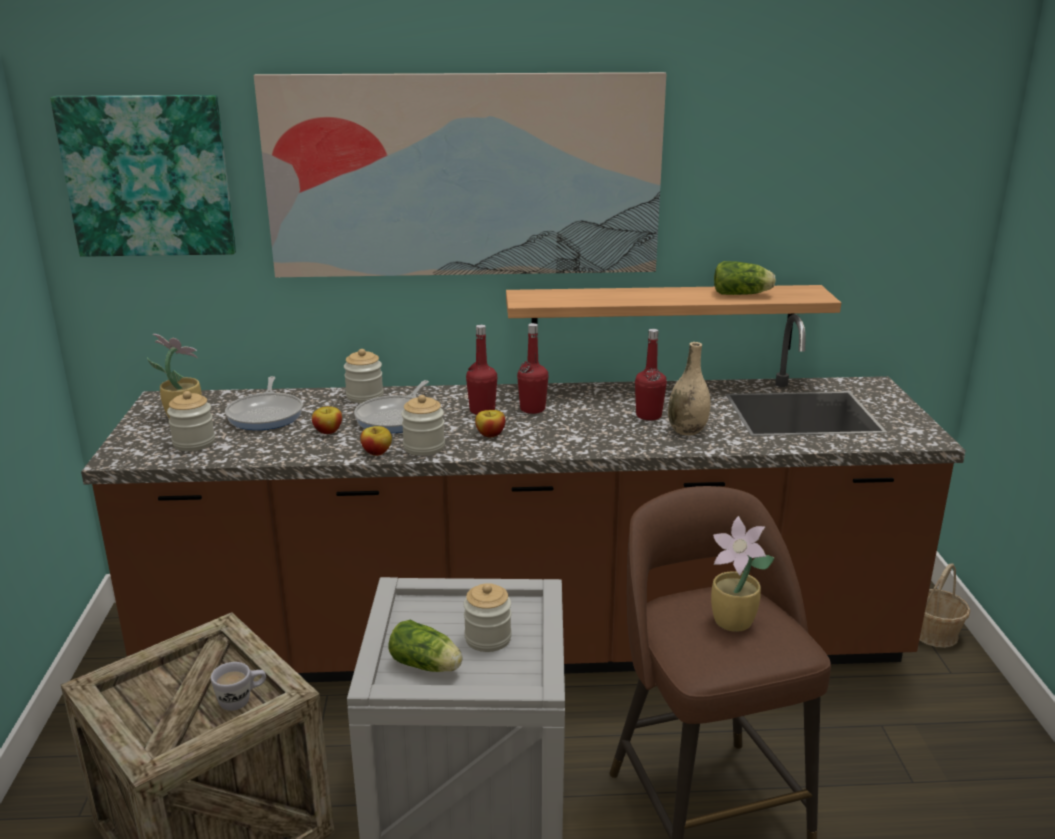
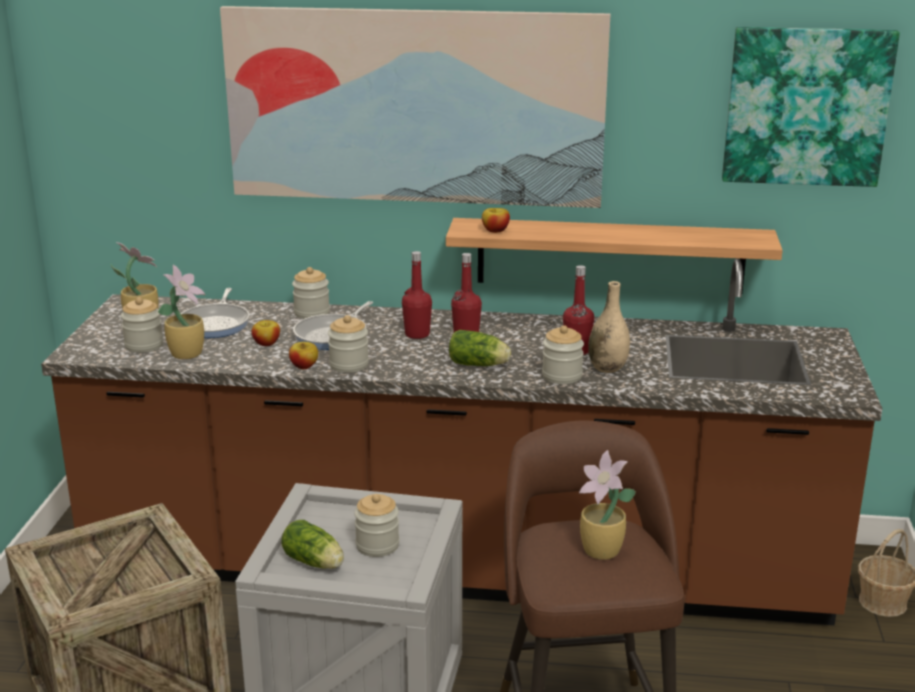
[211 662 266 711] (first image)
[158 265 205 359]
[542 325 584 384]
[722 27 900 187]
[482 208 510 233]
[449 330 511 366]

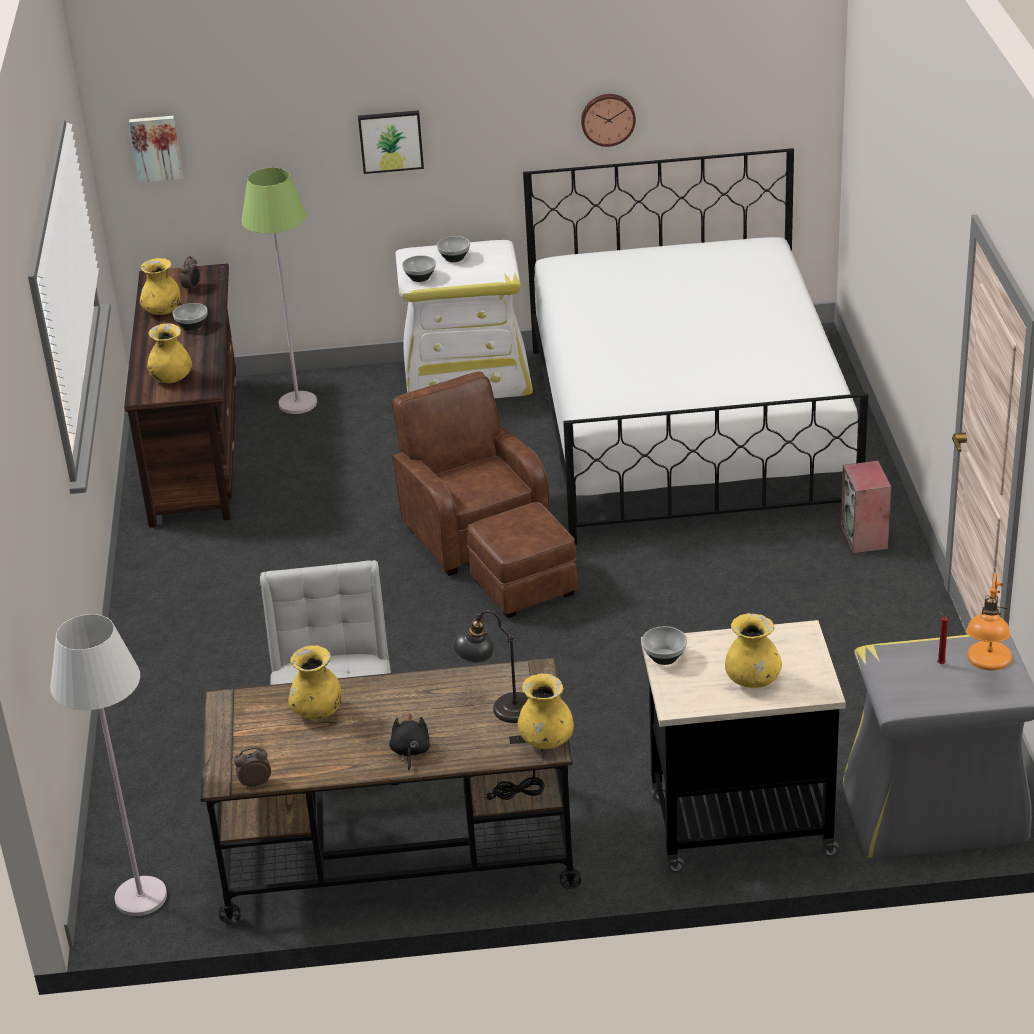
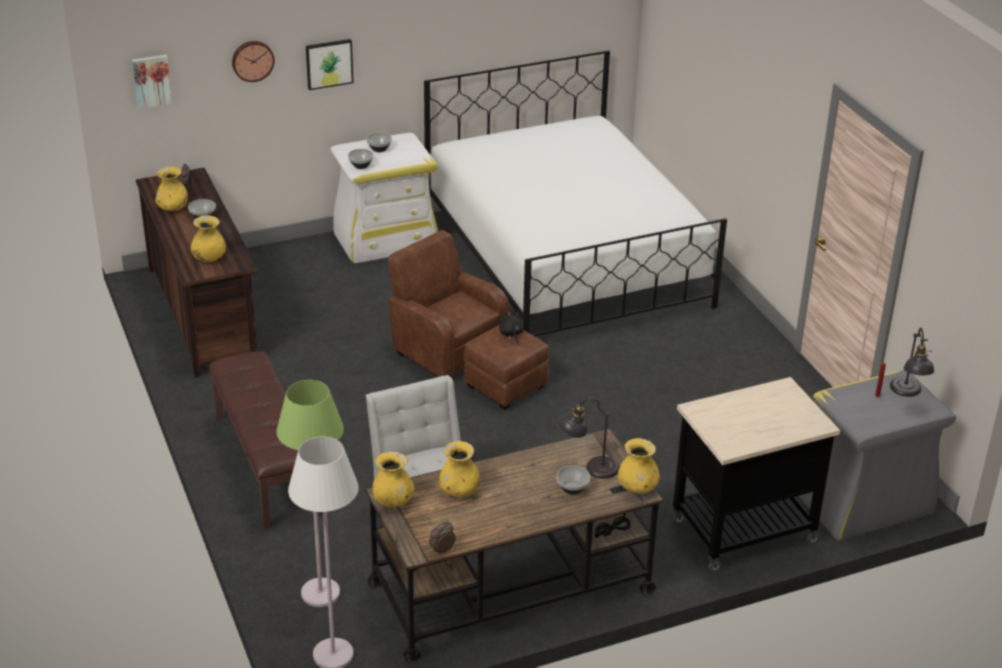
[840 461 891 553] (first image)
[209 351 321 529]
[277 380 344 607]
[499 311 524 344]
[232 41 275 82]
[556 466 590 495]
[372 452 414 507]
[890 327 934 397]

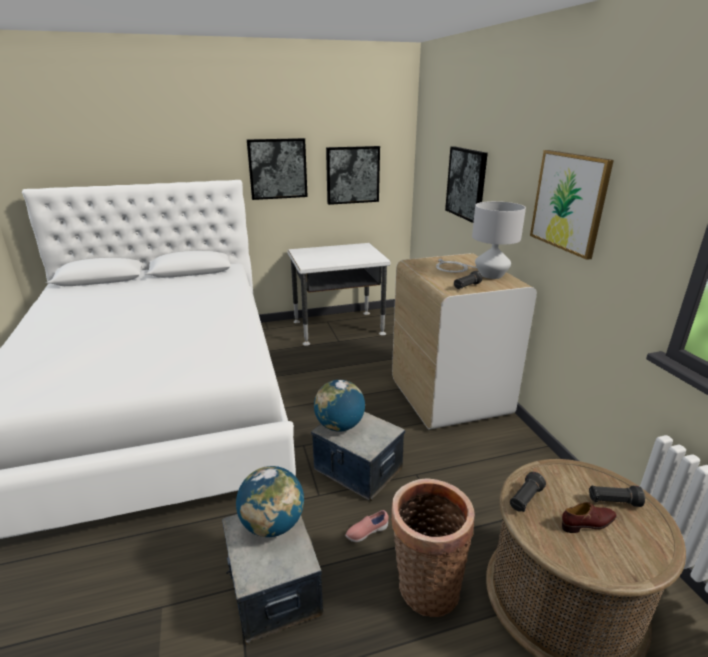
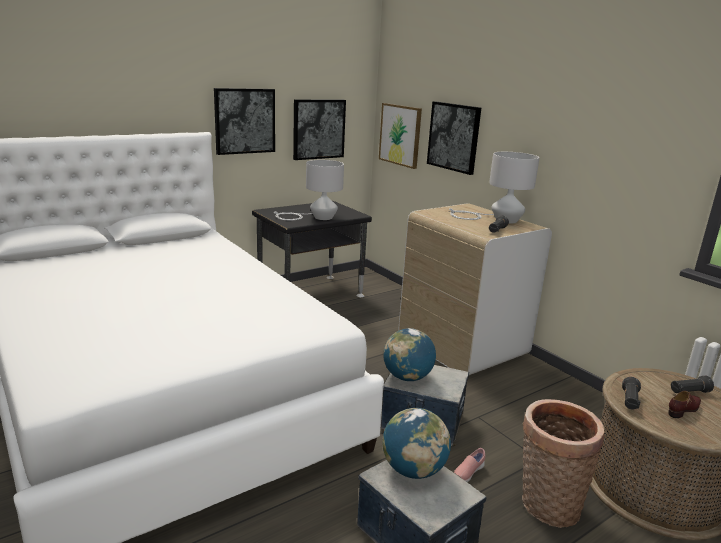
[274 160 344 220]
[379 103 422 169]
[252 201 372 297]

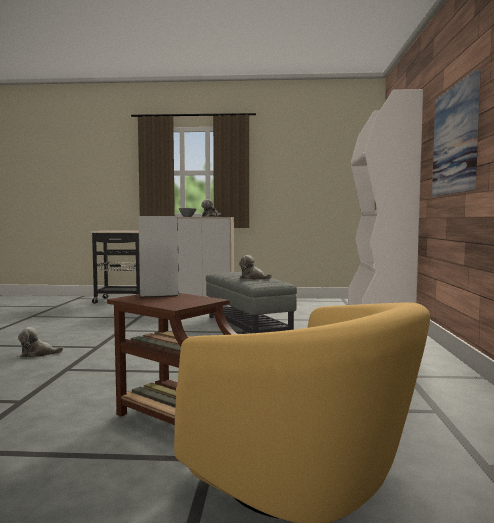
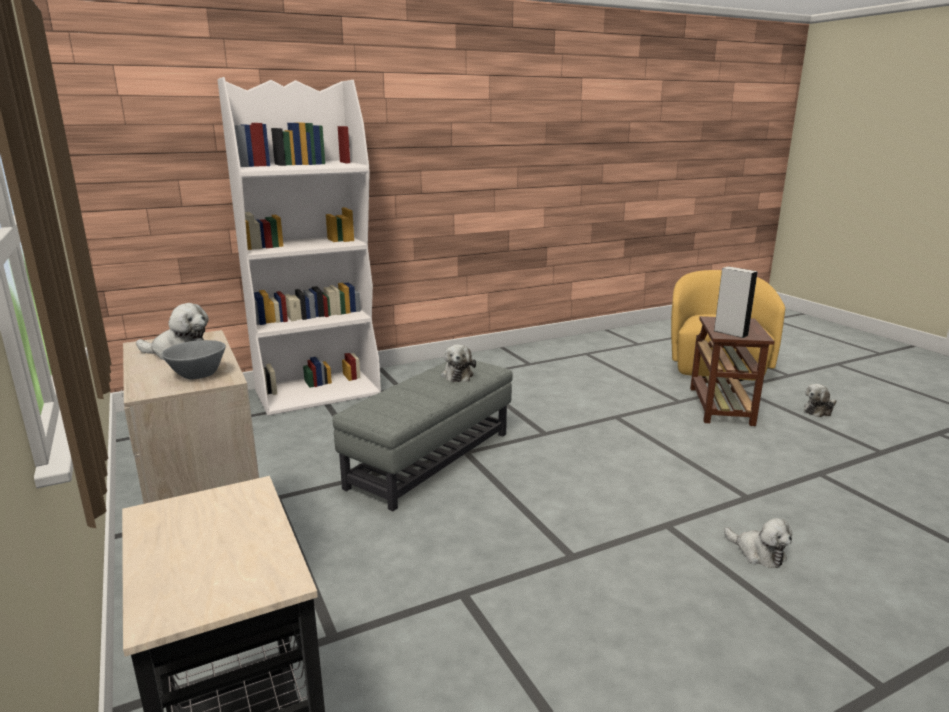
[432 70 481 196] (first image)
[804 384 837 417]

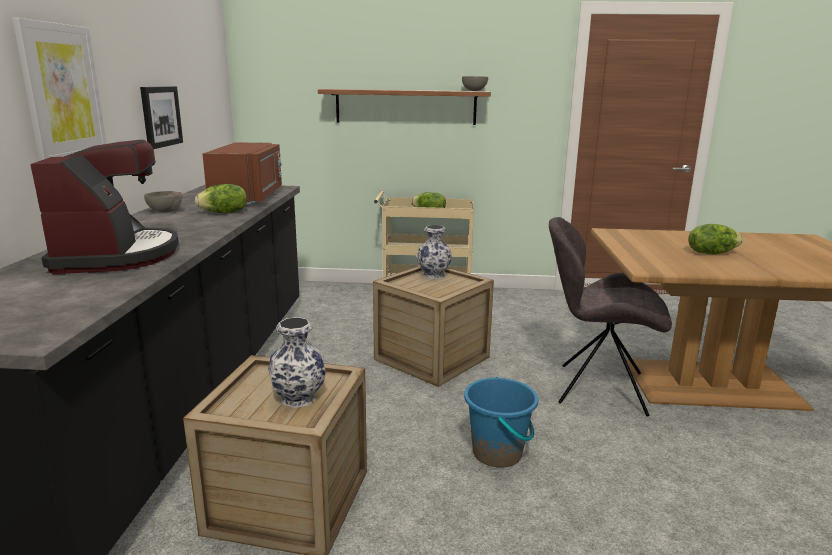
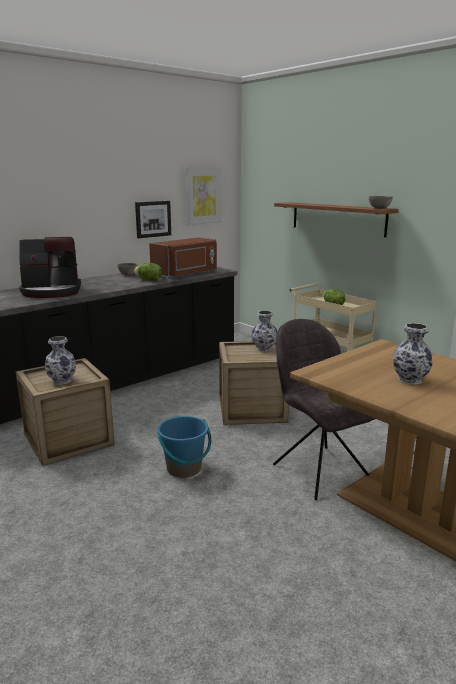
[185 167 222 225]
[393 323 433 385]
[19 237 81 298]

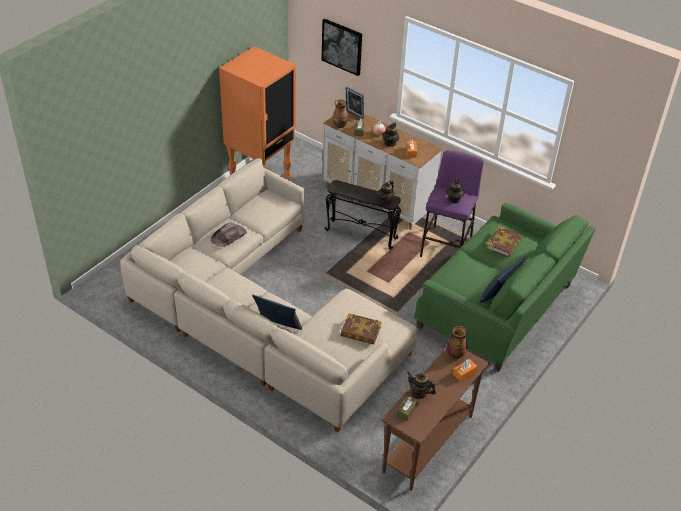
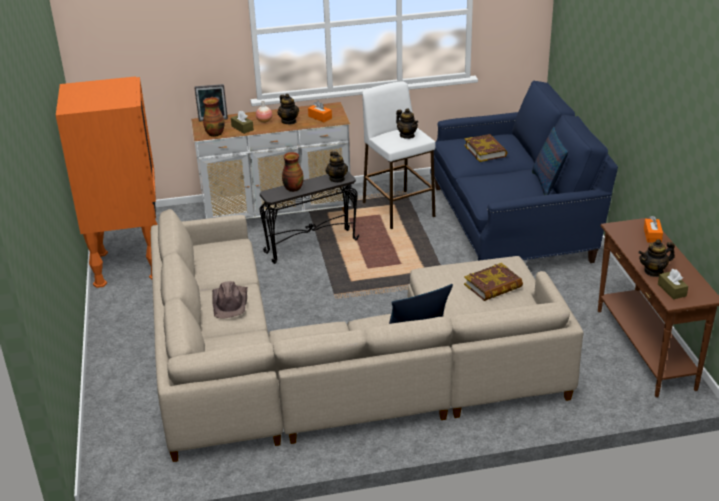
[322 18 362 76] (first image)
[282 152 304 192]
[430 80 618 263]
[362 81 435 229]

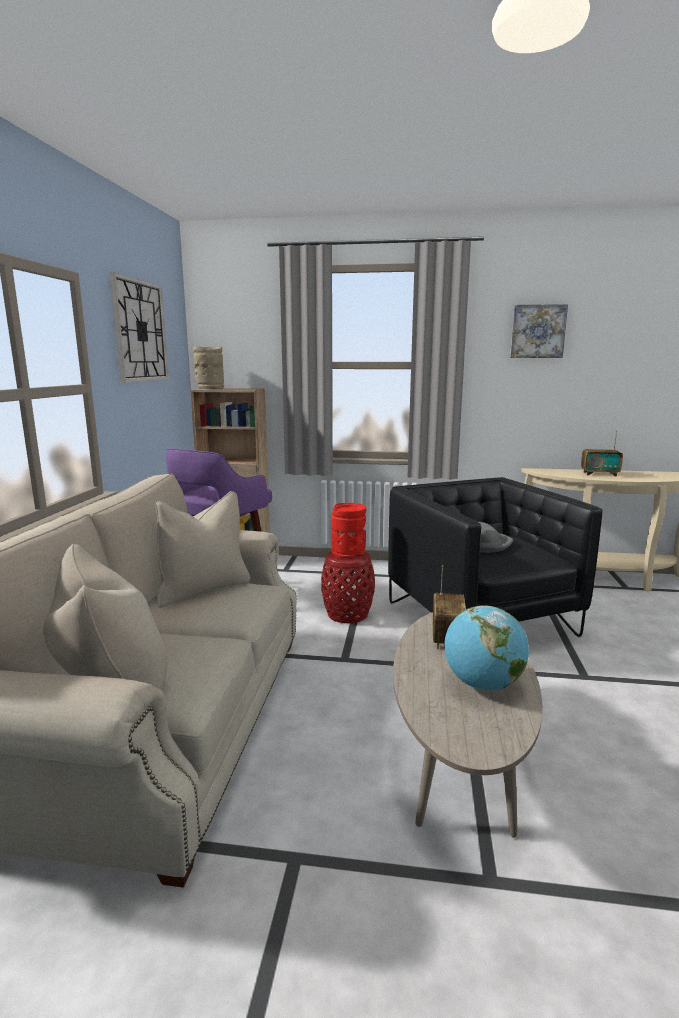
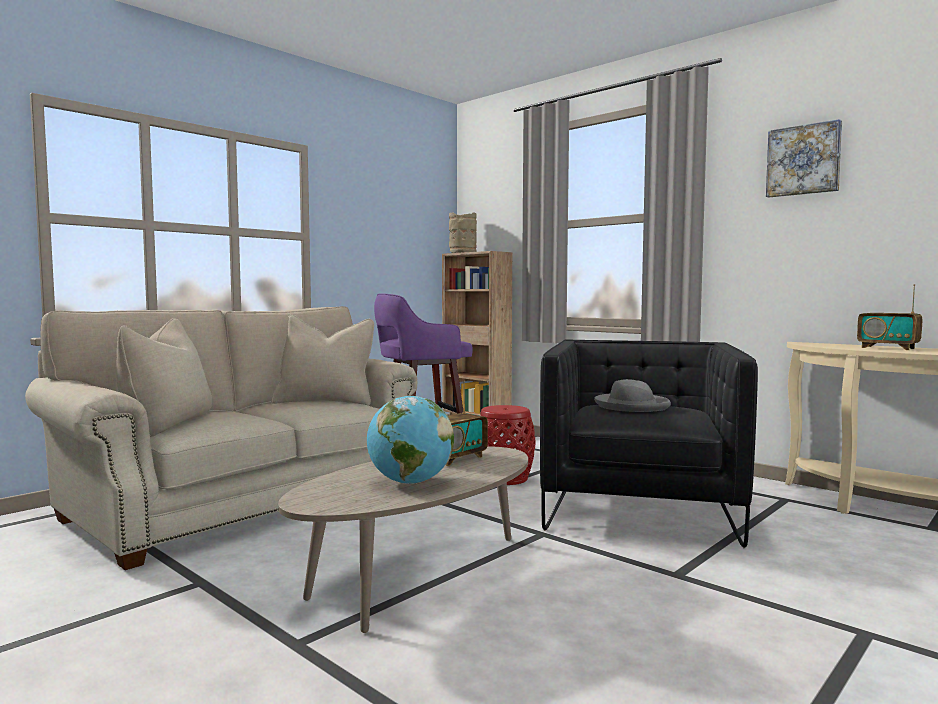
[109 272 169 382] (first image)
[331 503 366 559] (first image)

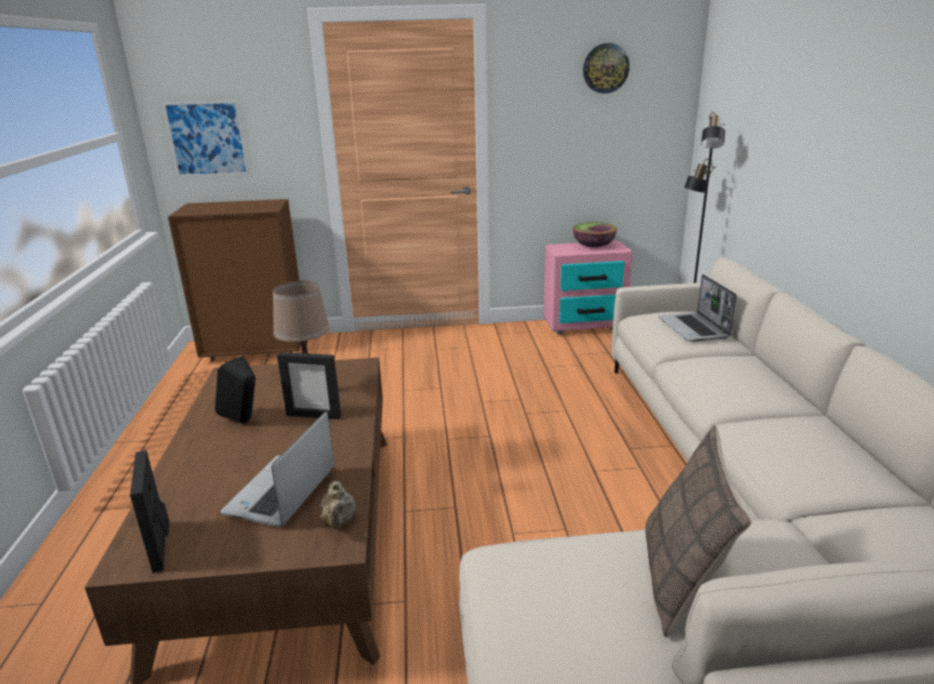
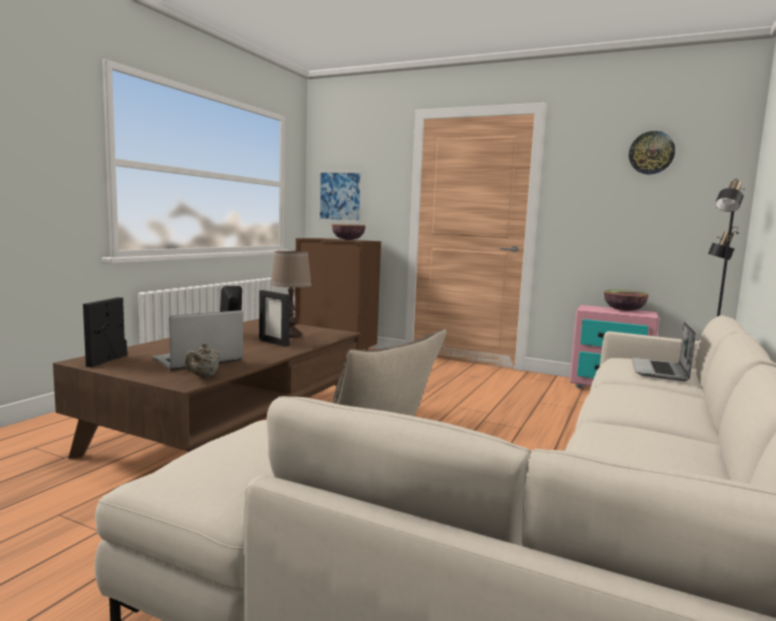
[332 224 366 240]

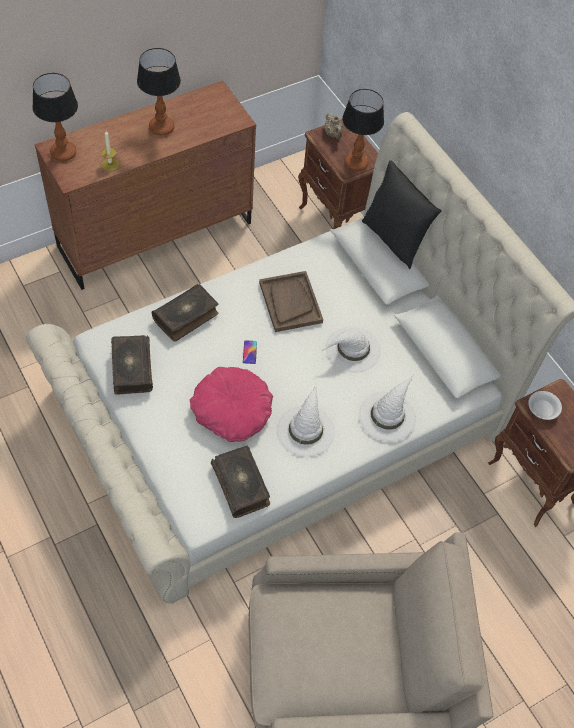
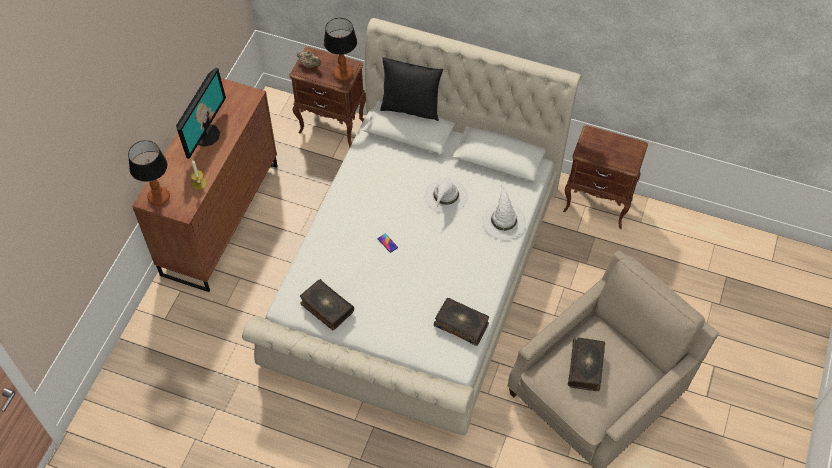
[190 367 273 442] (first image)
[259 271 323 332] (first image)
[276 382 335 457] (first image)
[528 391 562 420] (first image)
[568 337 605 391]
[176 68 226 159]

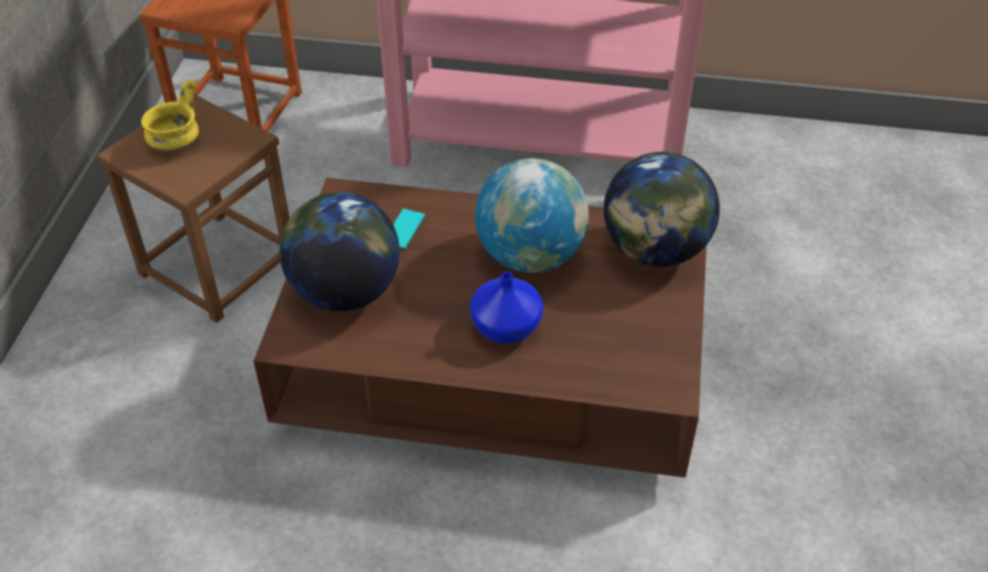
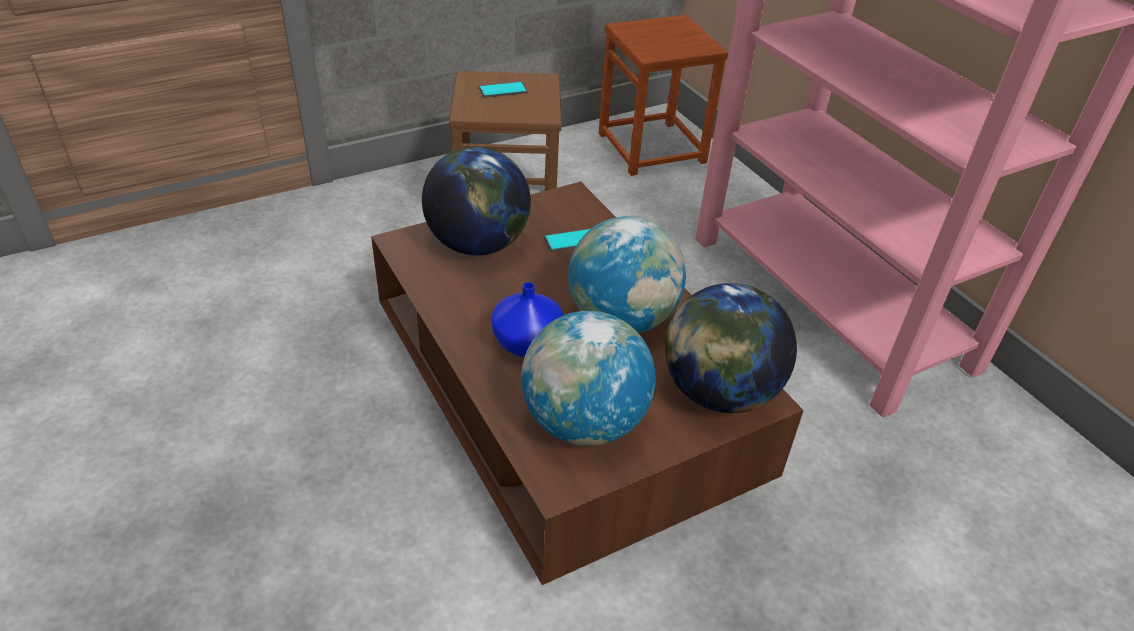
[521 311 656 446]
[479 81 528 98]

